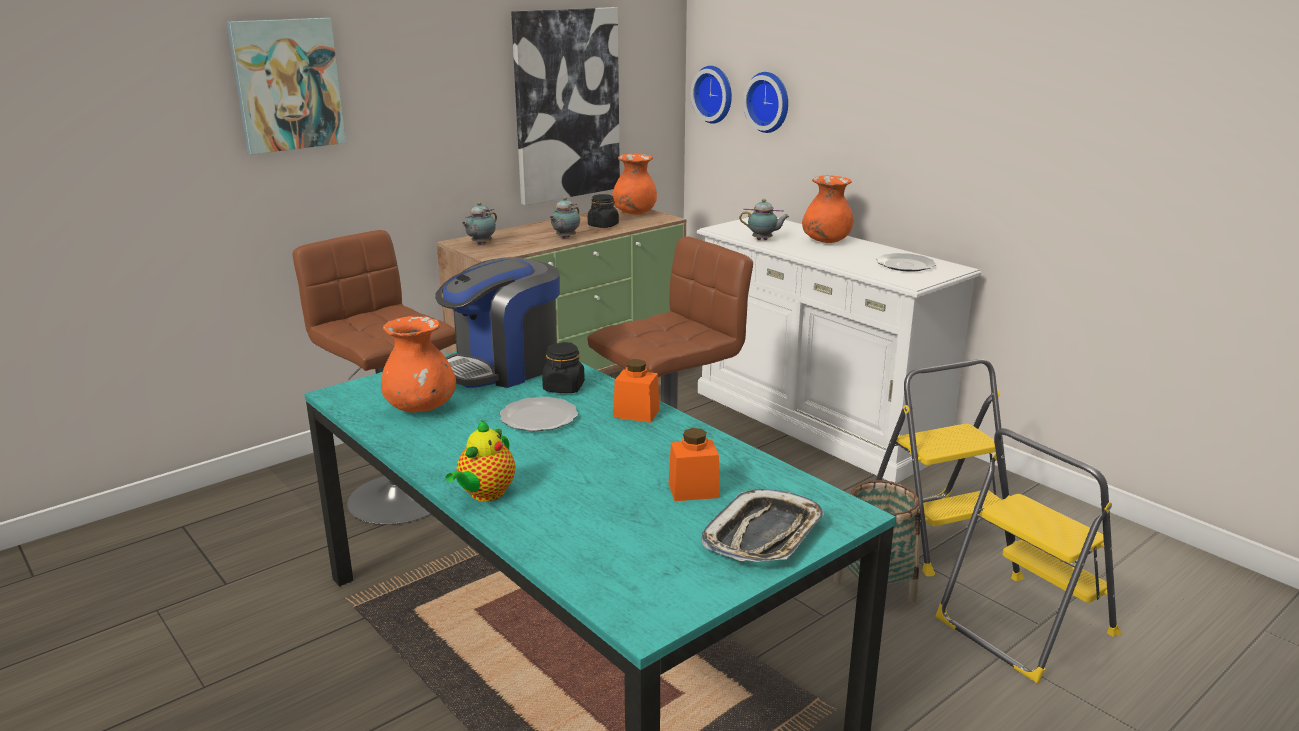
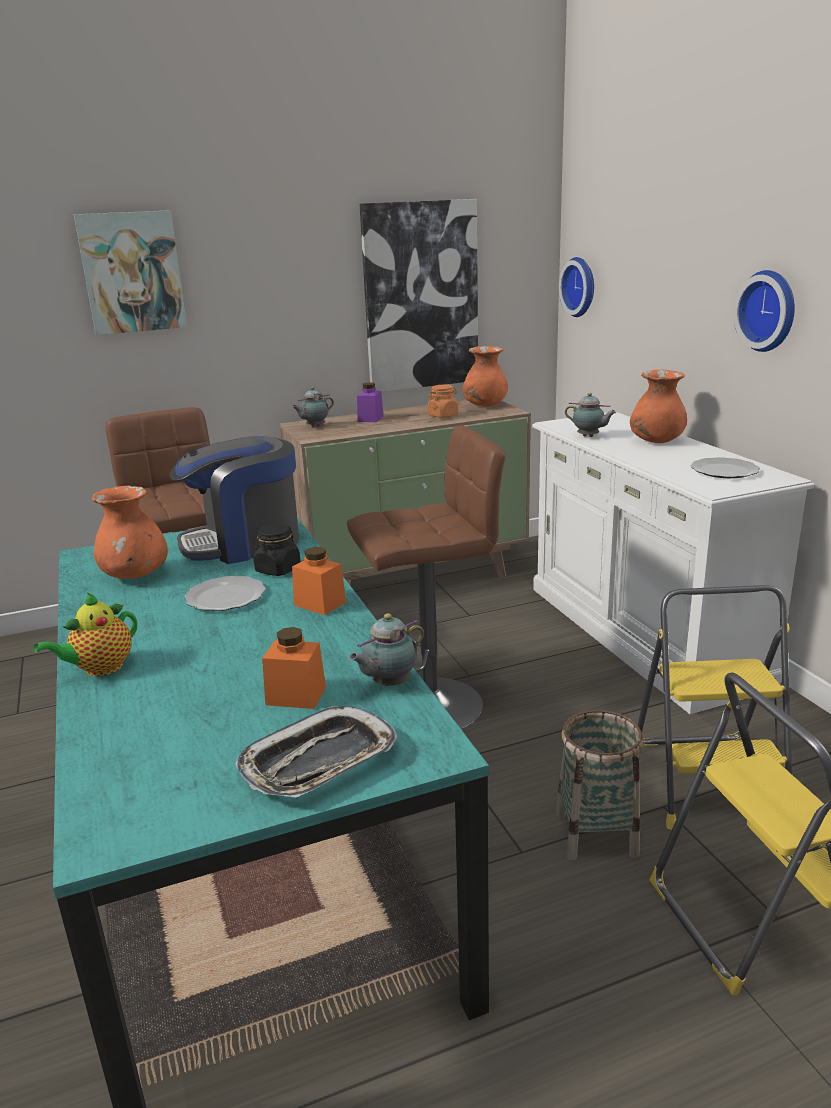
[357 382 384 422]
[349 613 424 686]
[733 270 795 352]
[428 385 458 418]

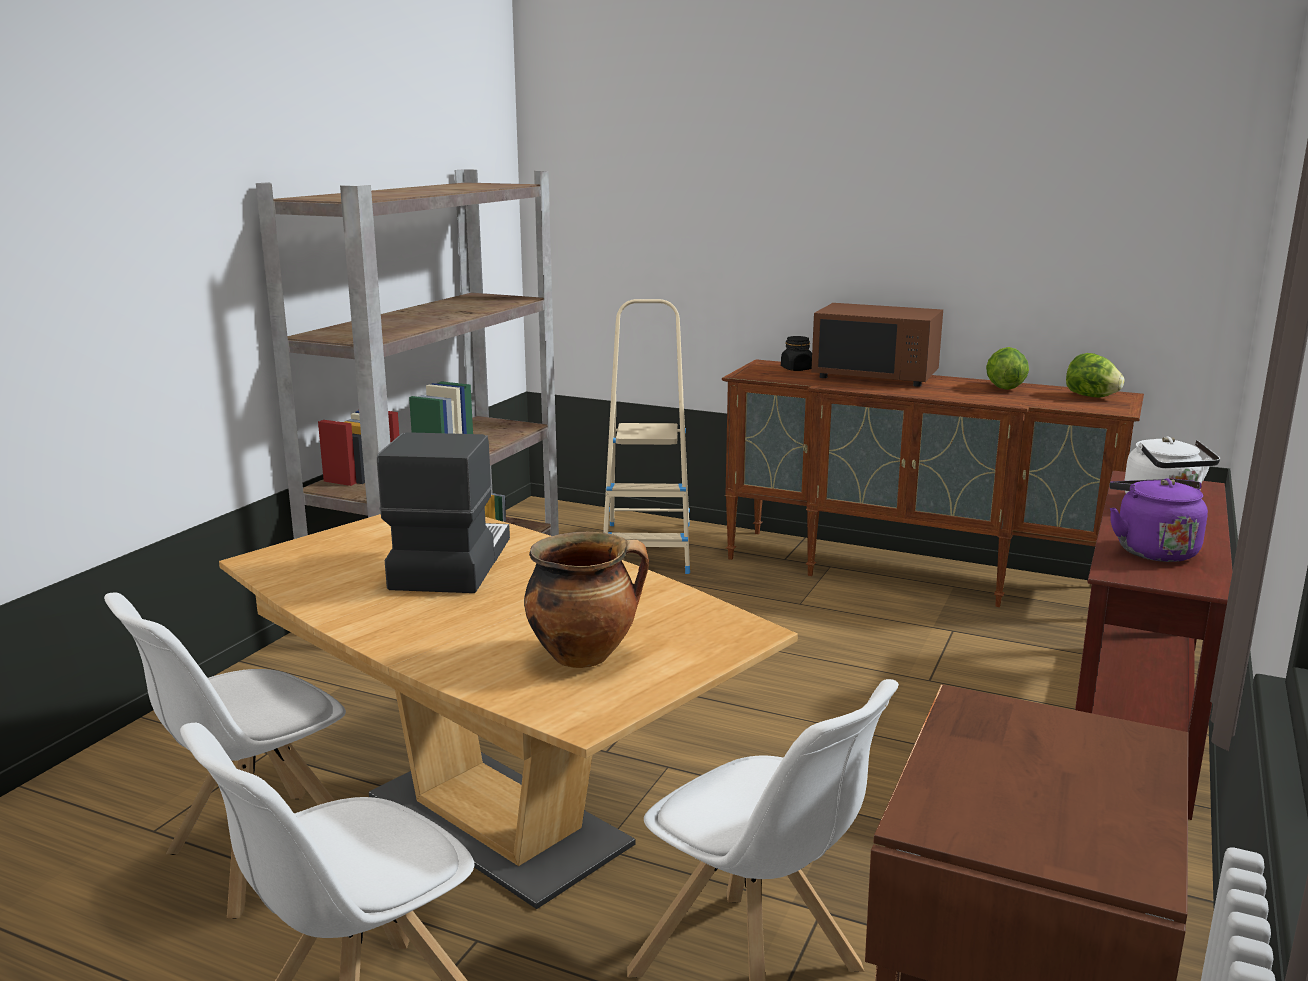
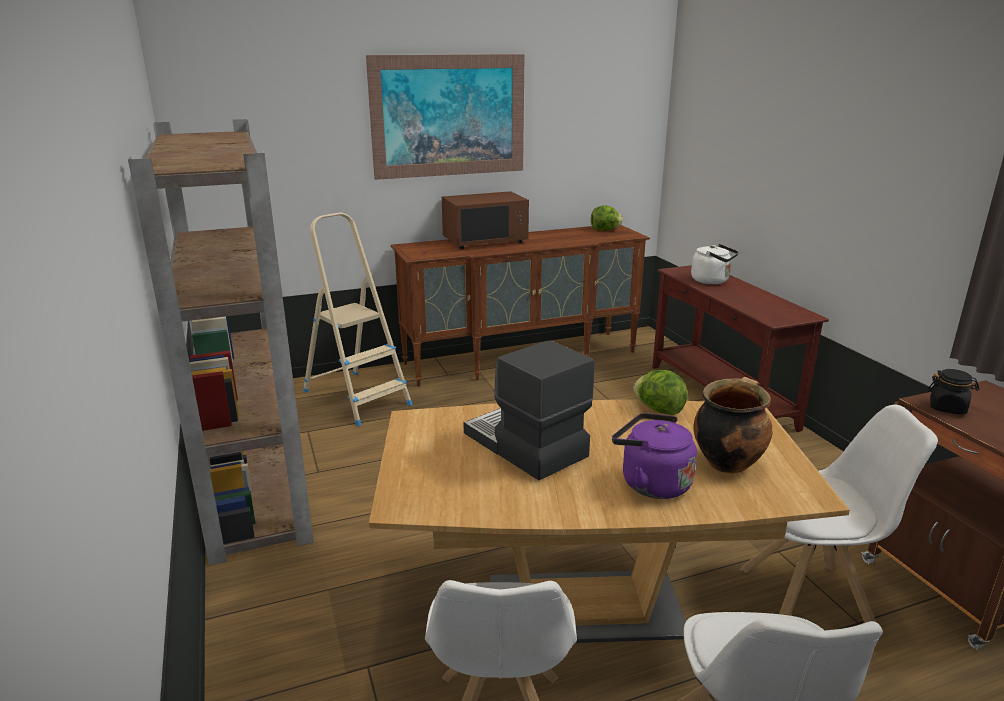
[366 54 524 180]
[928 369 979 415]
[633 370 688 415]
[612 413 697 499]

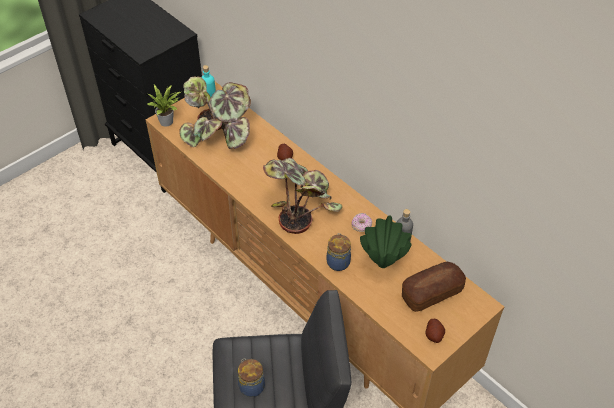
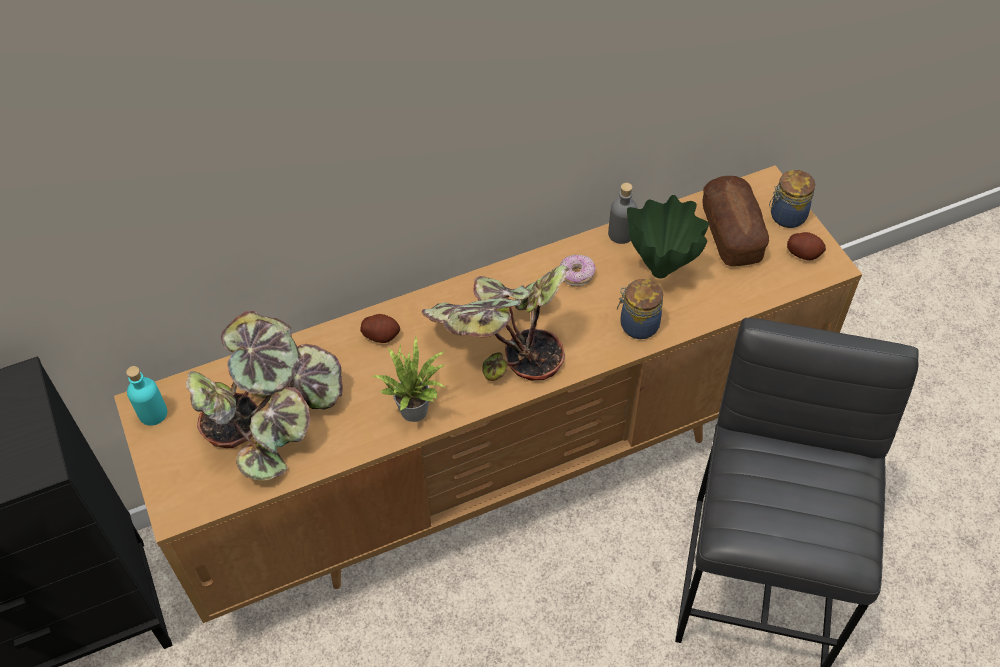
[372 337 445 422]
[769 170 815 228]

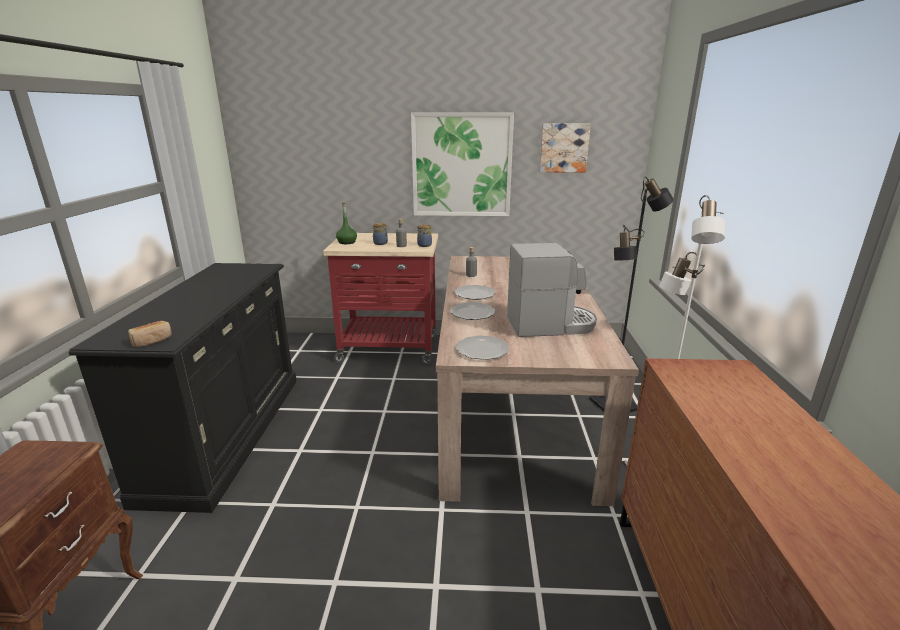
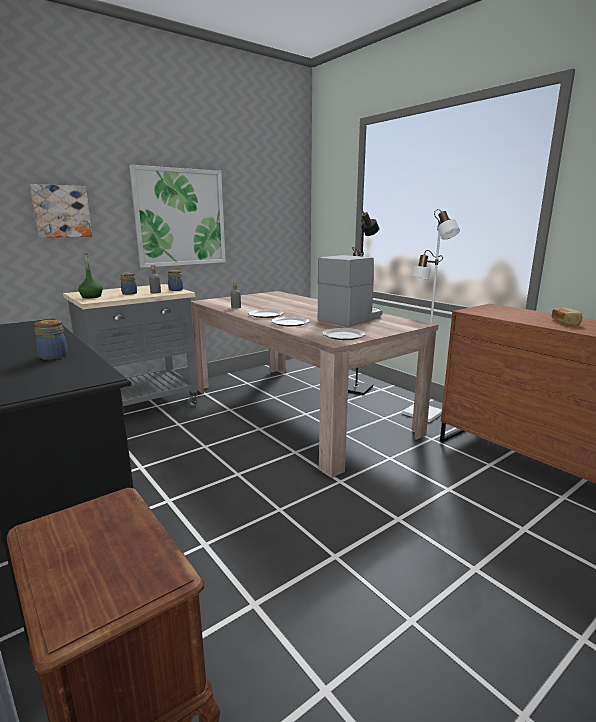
[34 320 68 360]
[552 307 583 325]
[30 184 92 238]
[63 284 198 407]

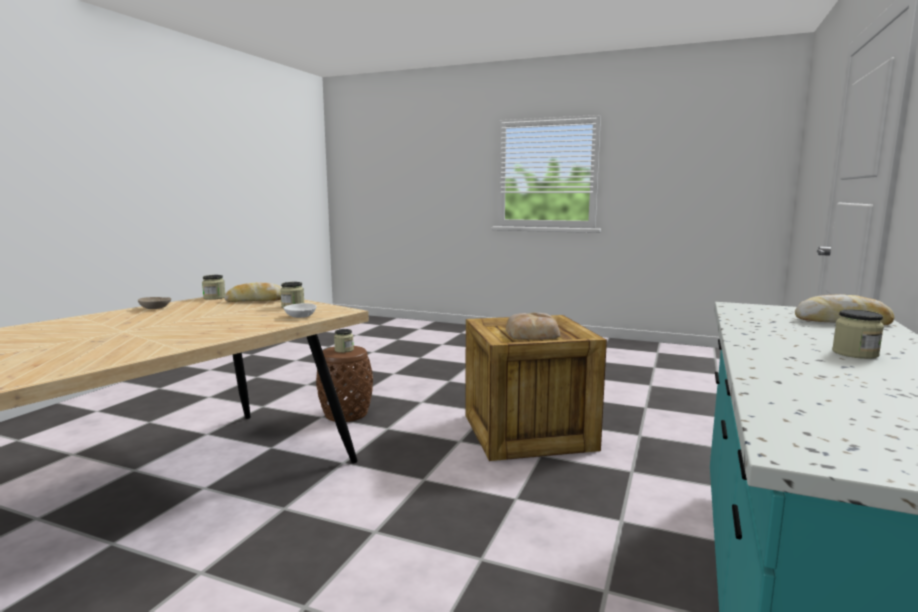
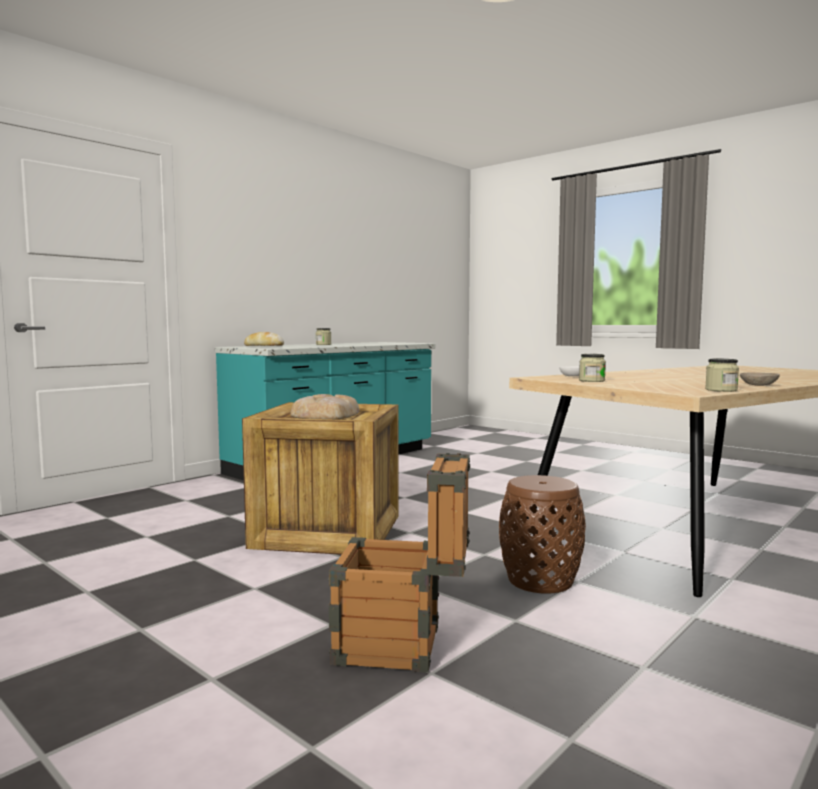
[225 282 282 302] (first image)
[334 329 354 353] (first image)
[328 453 470 673]

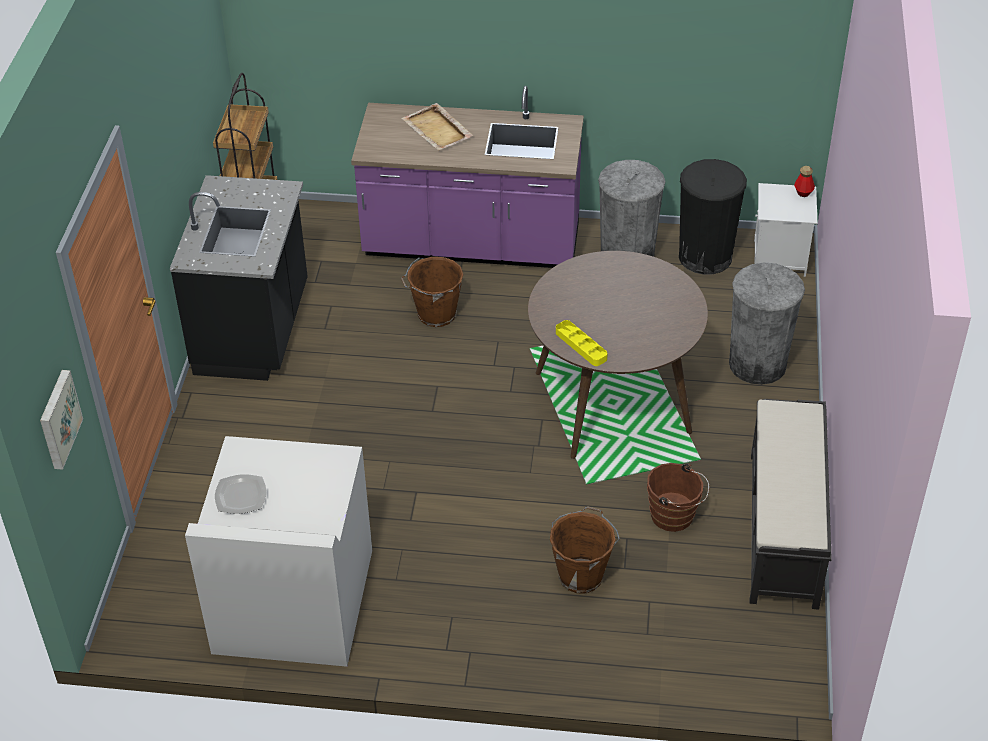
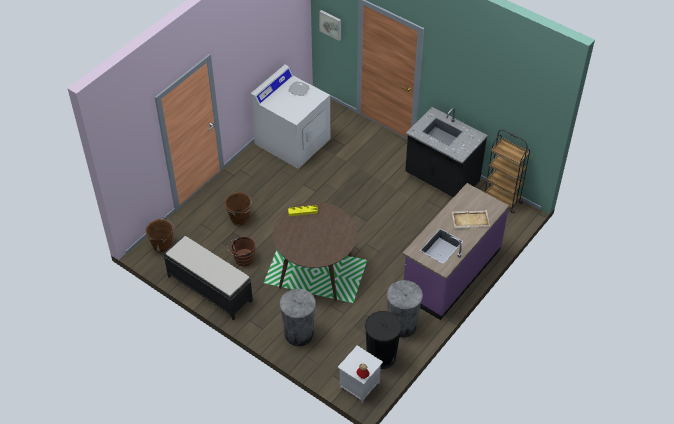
[146 216 175 253]

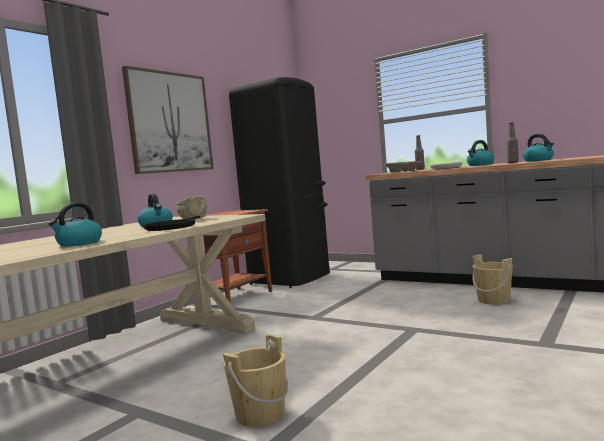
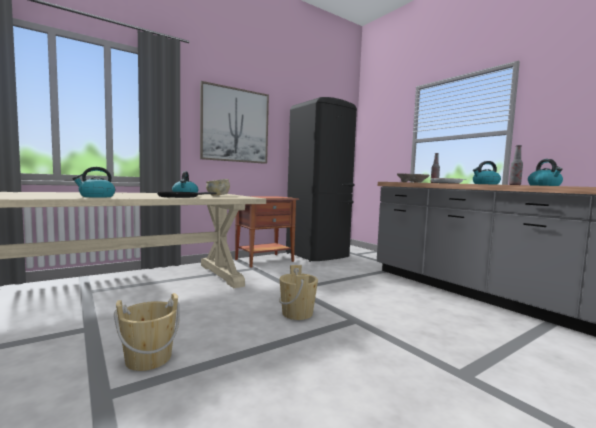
[279 265 318 320]

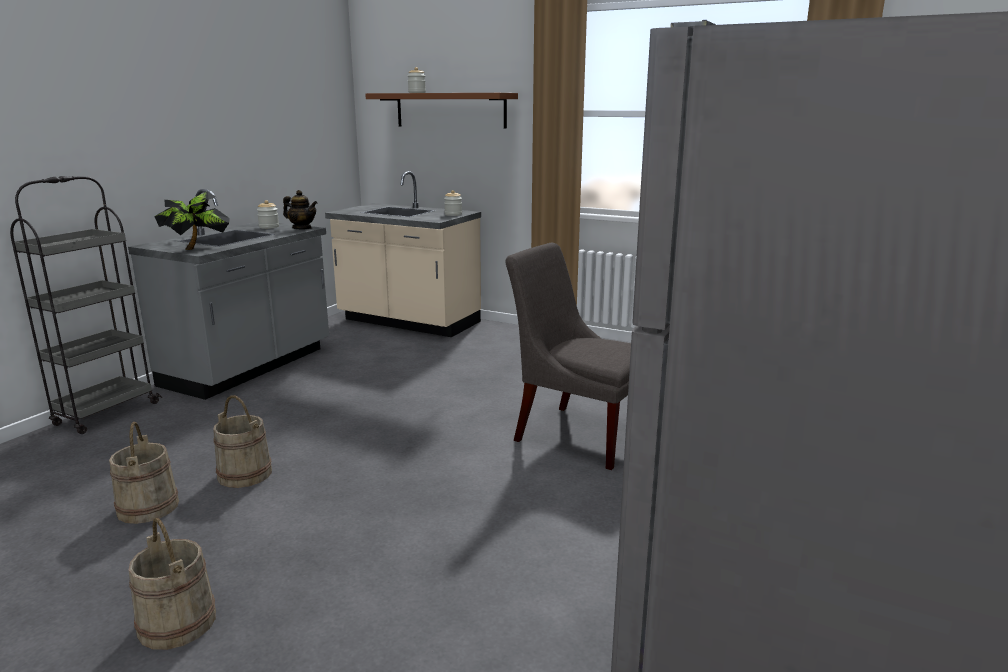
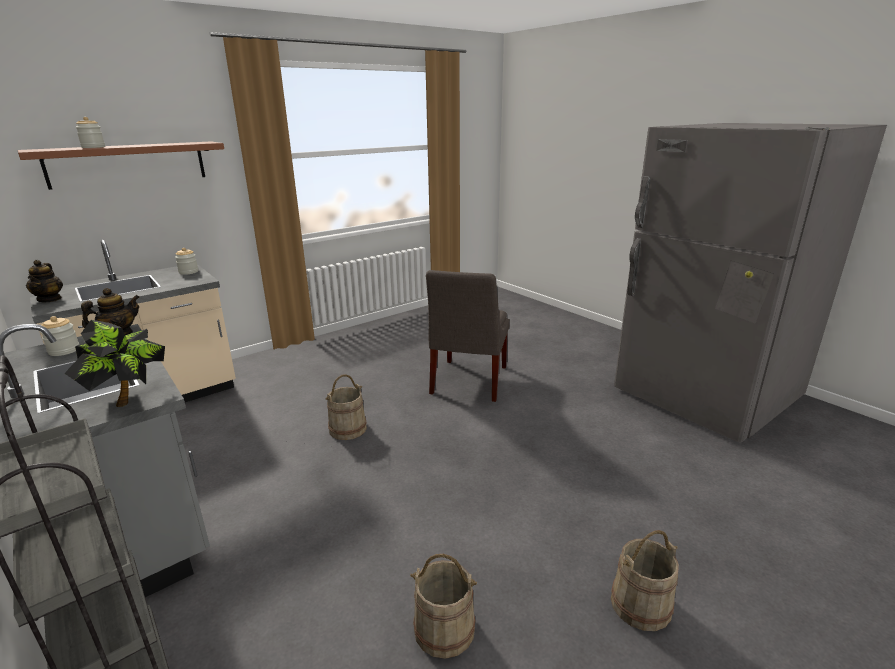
[26 260 63 302]
[325 374 367 440]
[426 270 510 402]

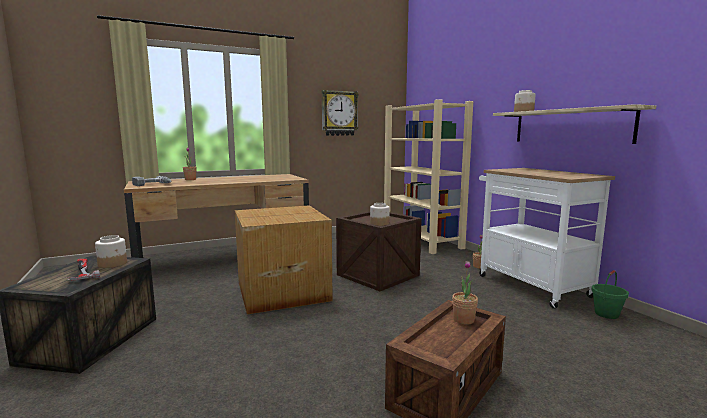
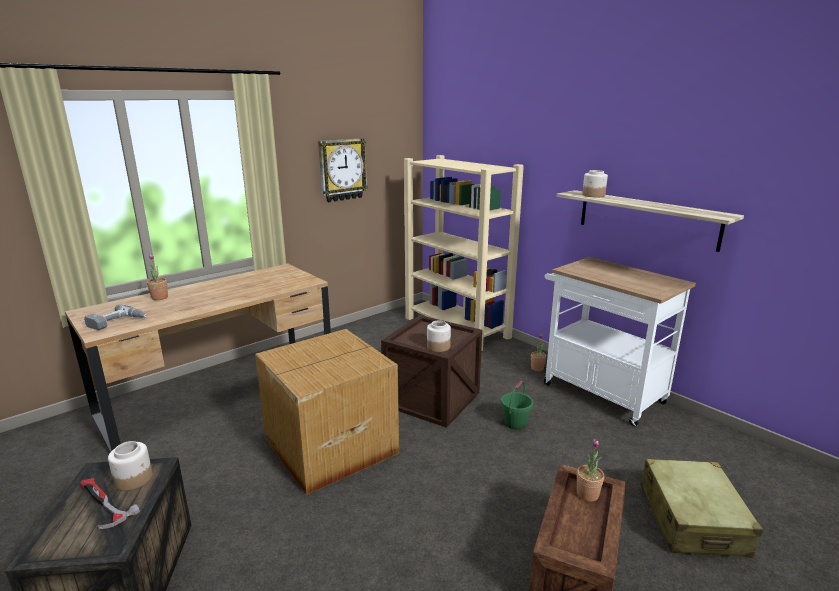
[640 459 763 558]
[501 381 533 430]

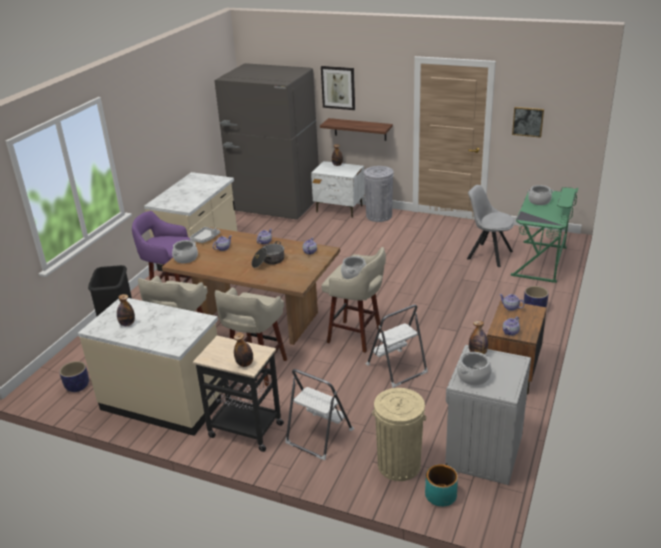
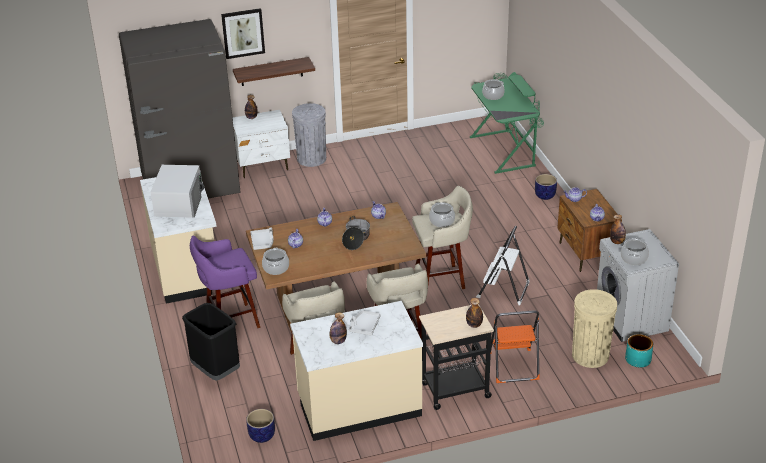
[467 185 515 267] (first image)
[512 107 544 138] (first image)
[151 165 204 218]
[349 310 381 335]
[491 311 540 383]

